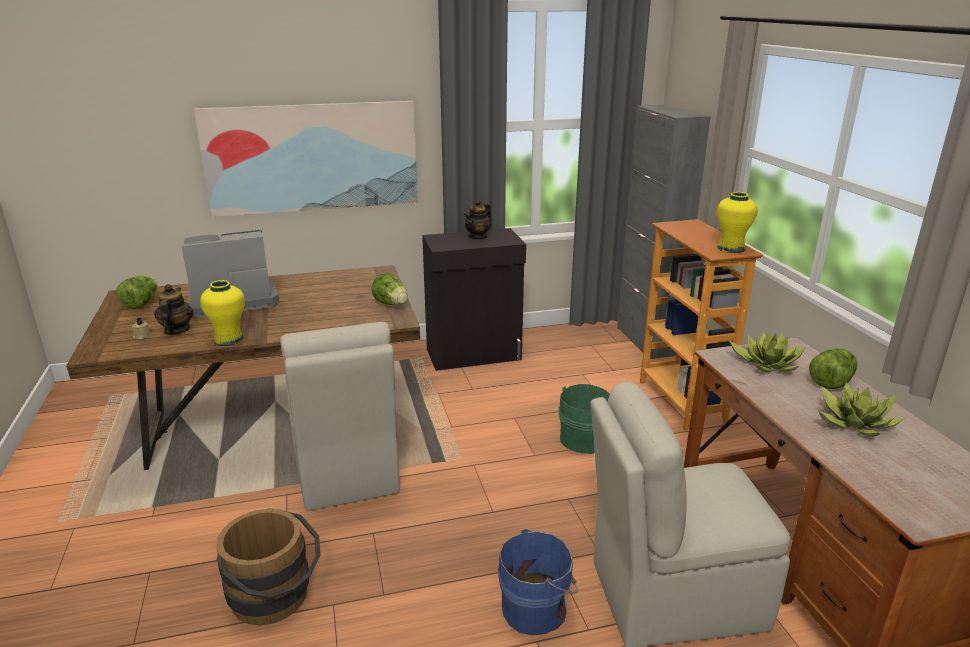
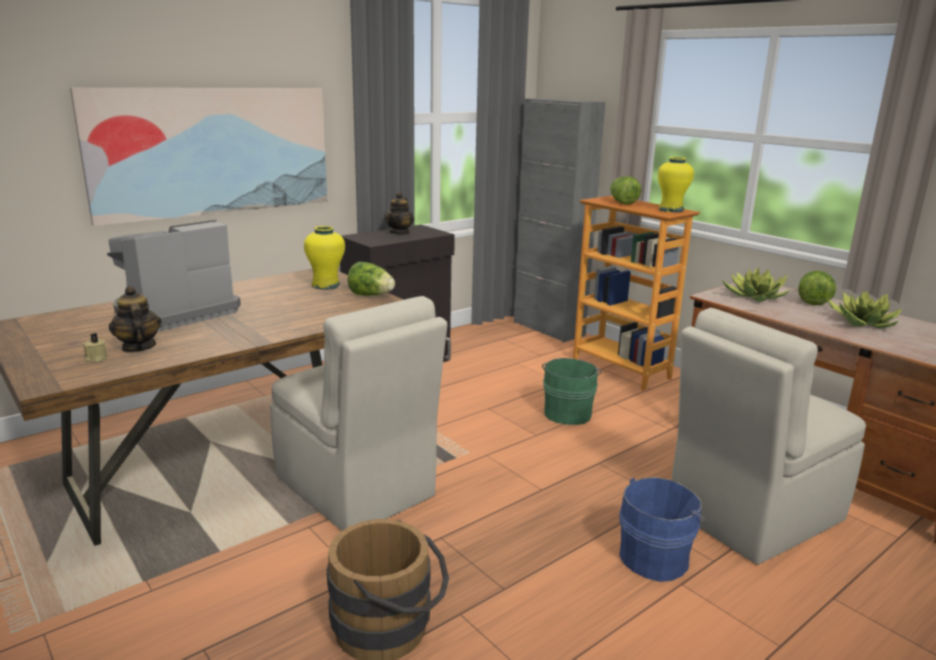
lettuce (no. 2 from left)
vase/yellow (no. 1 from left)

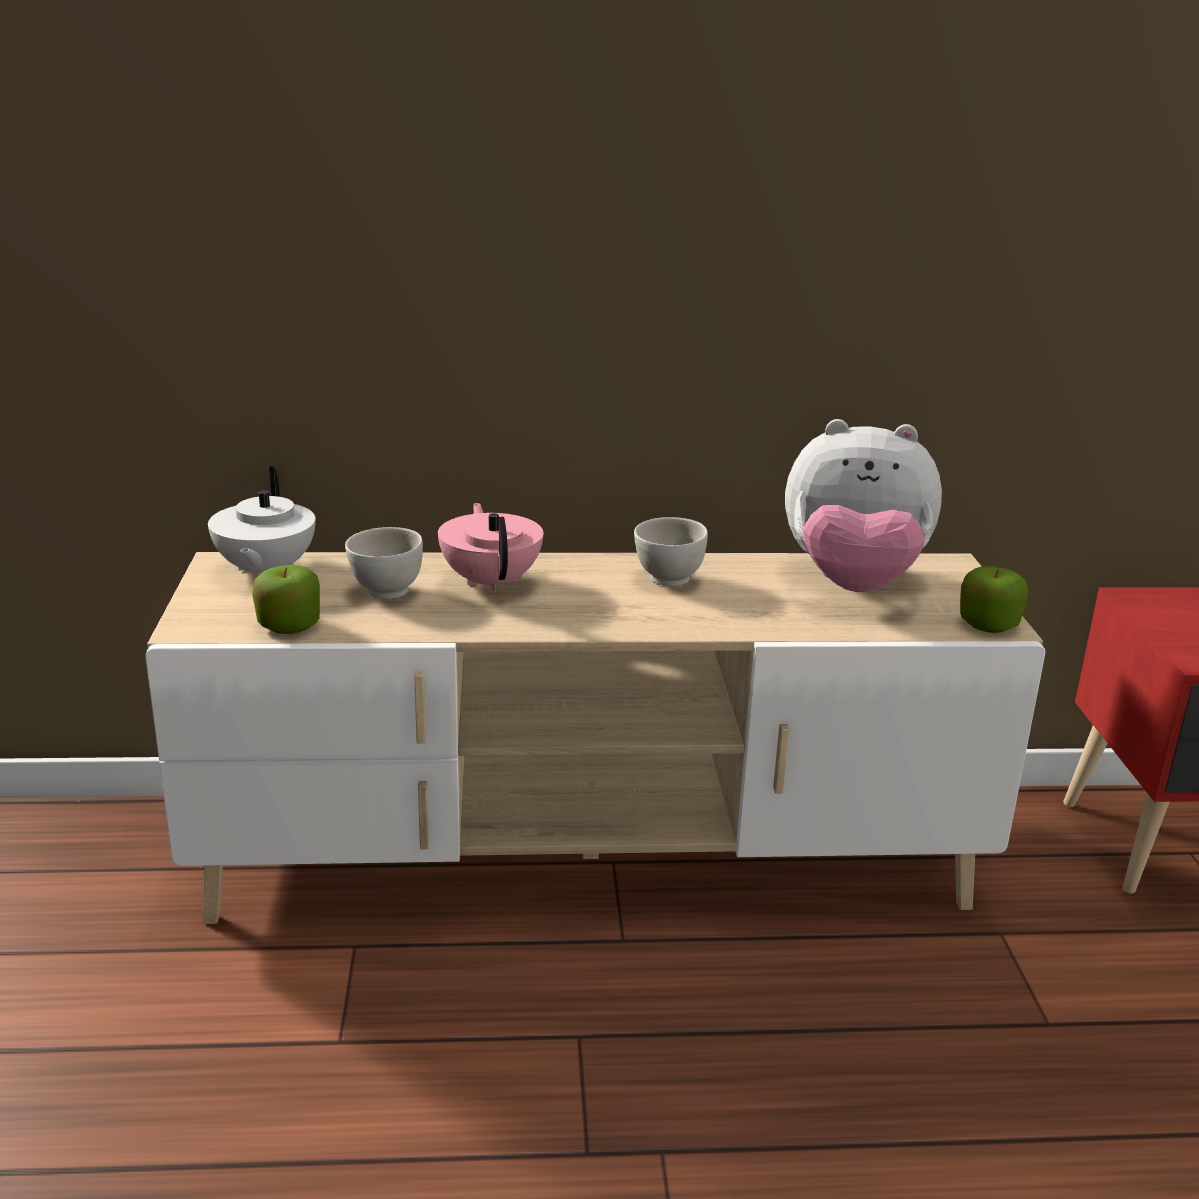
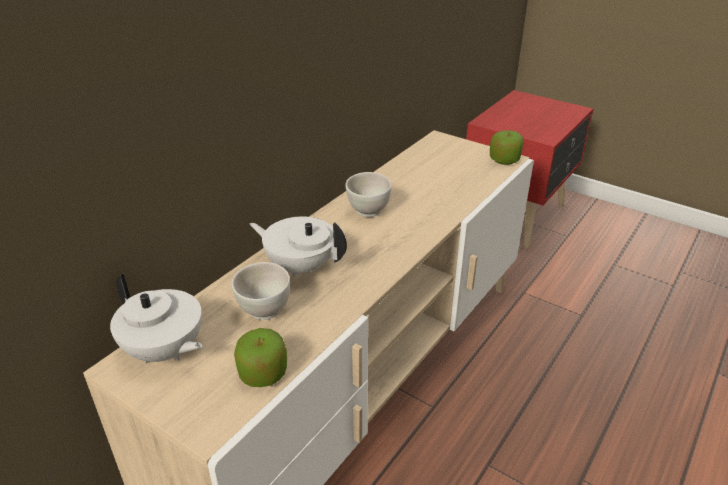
plush toy
teapot/white (no. 2 from left)

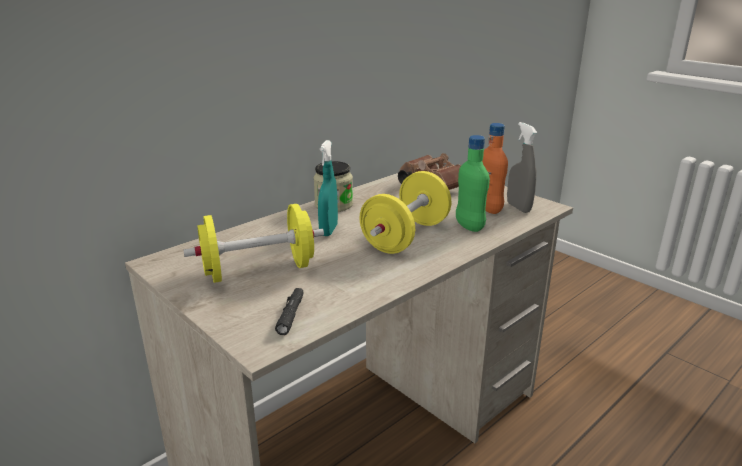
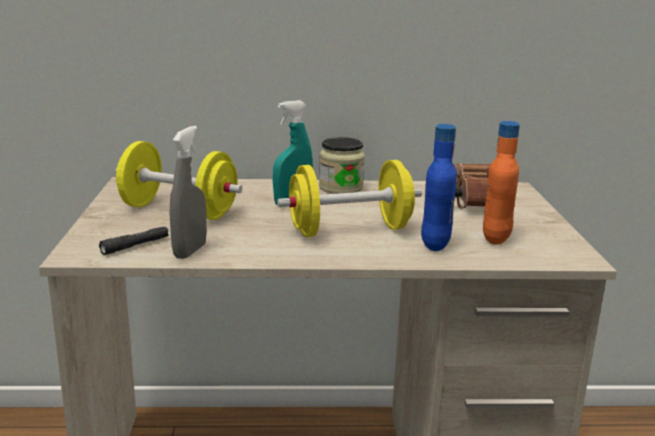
spray bottle/grey
bottle/blue

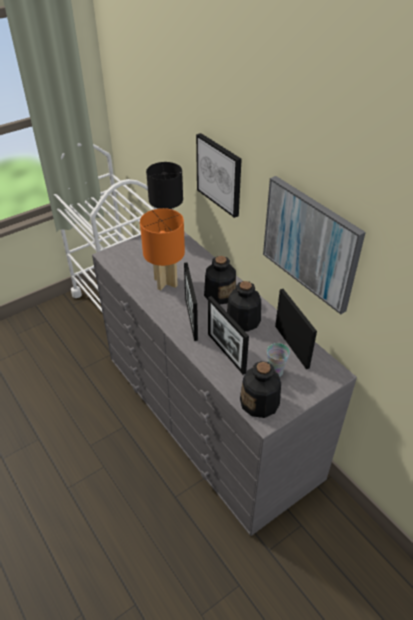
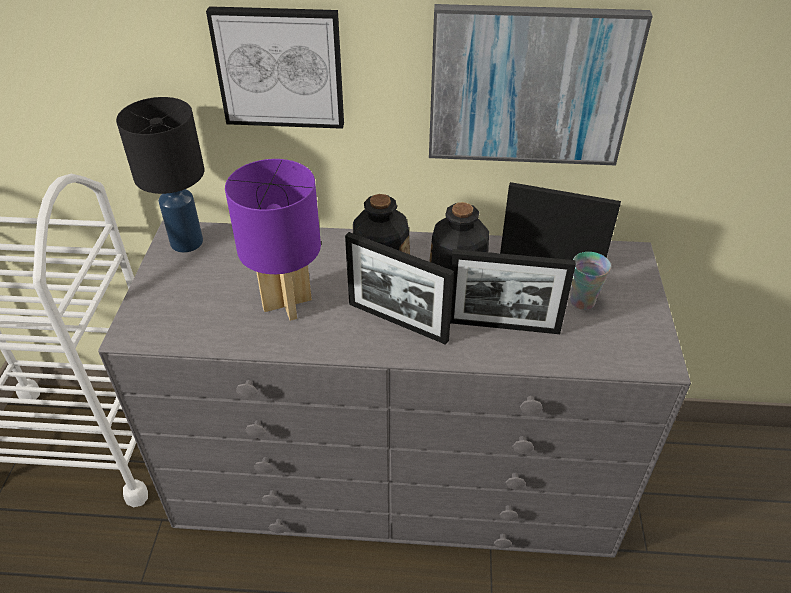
table lamp/purple
bottle (no. 3 from left in the first image)

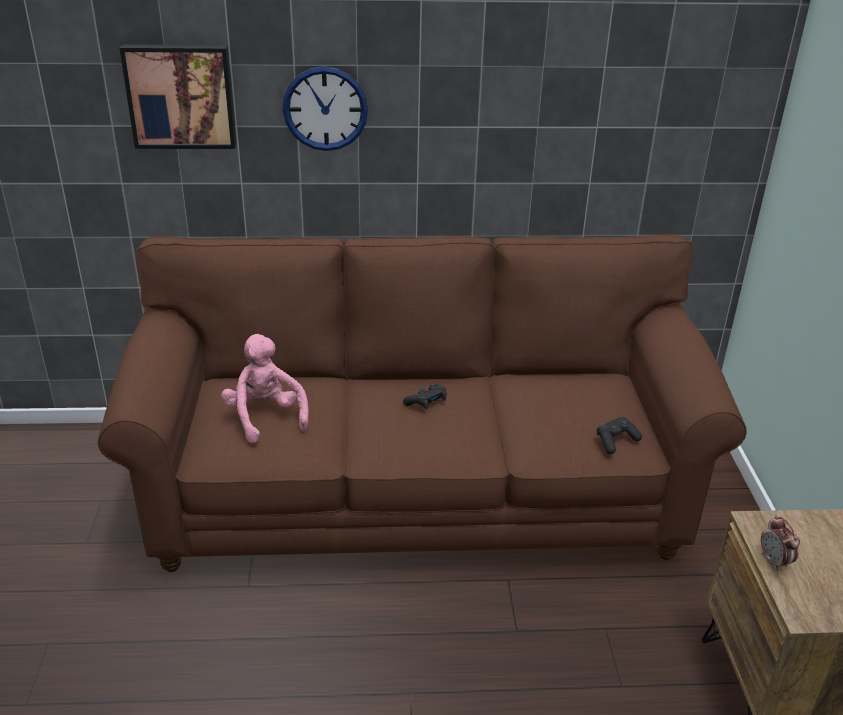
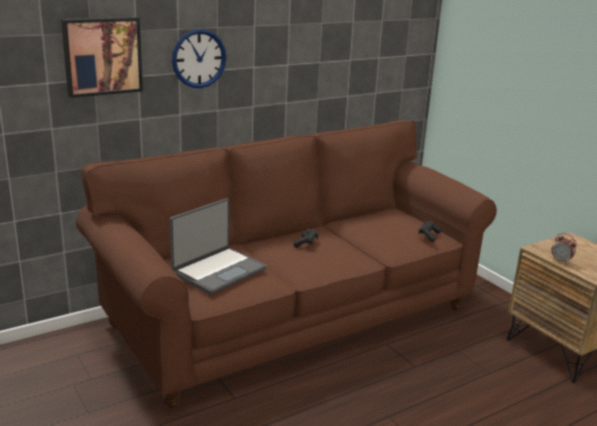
laptop

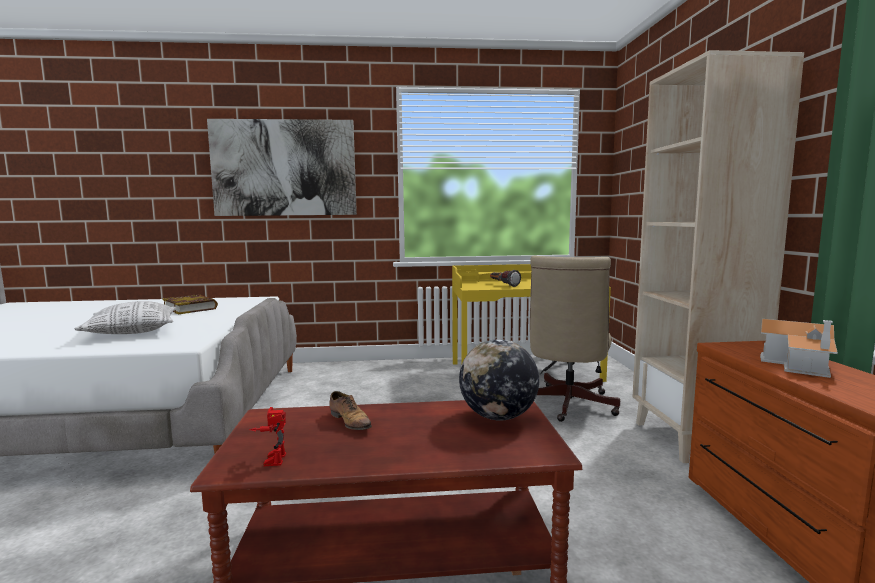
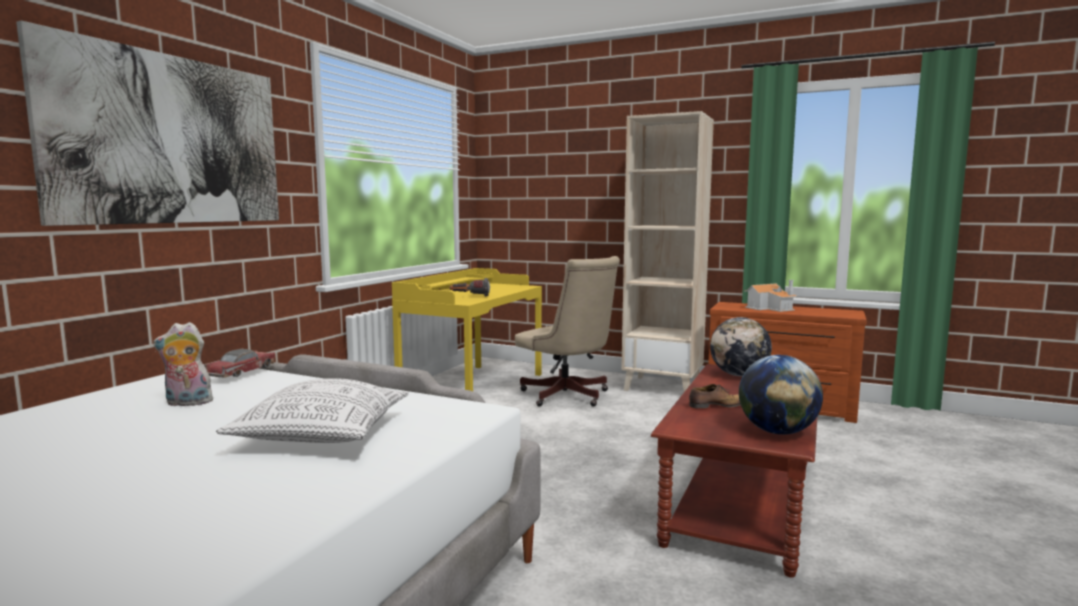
plush toy
globe (no. 2 from left)
toy car

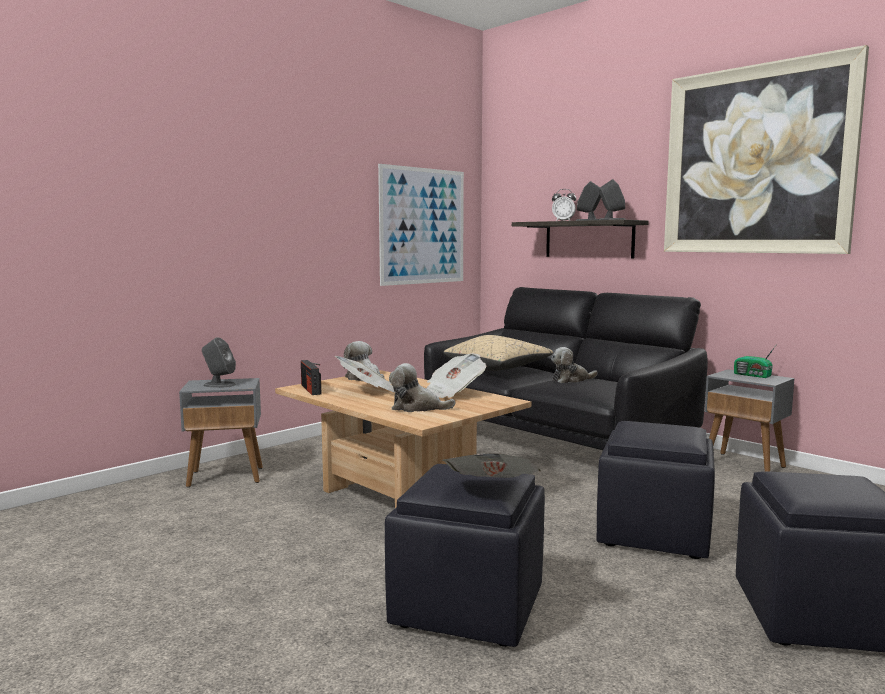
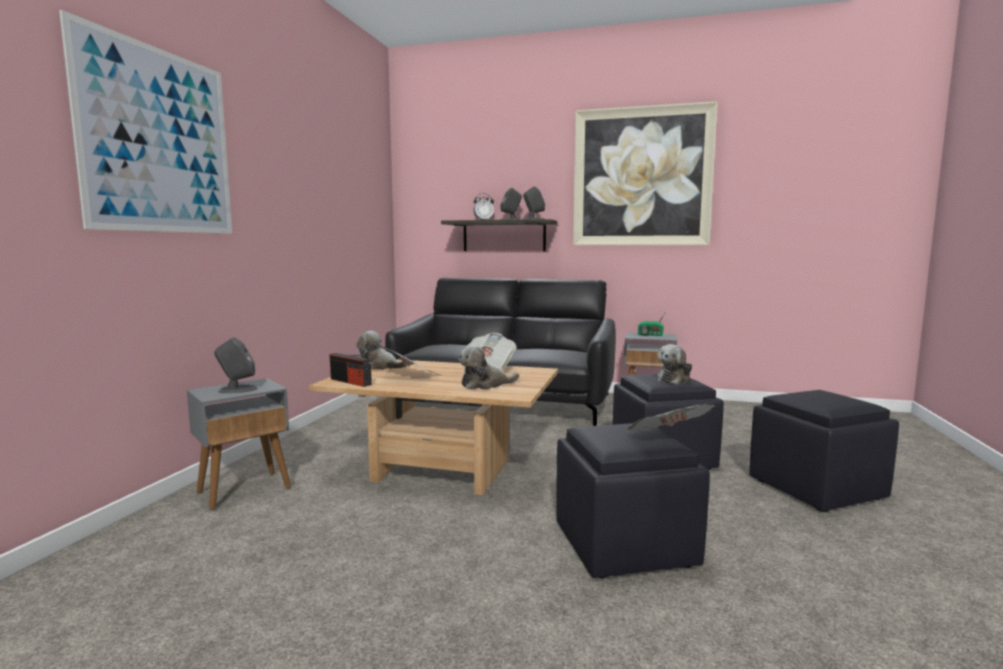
picture (no. 1 from left)
pillow/beige
plush toy (no. 3 from left)

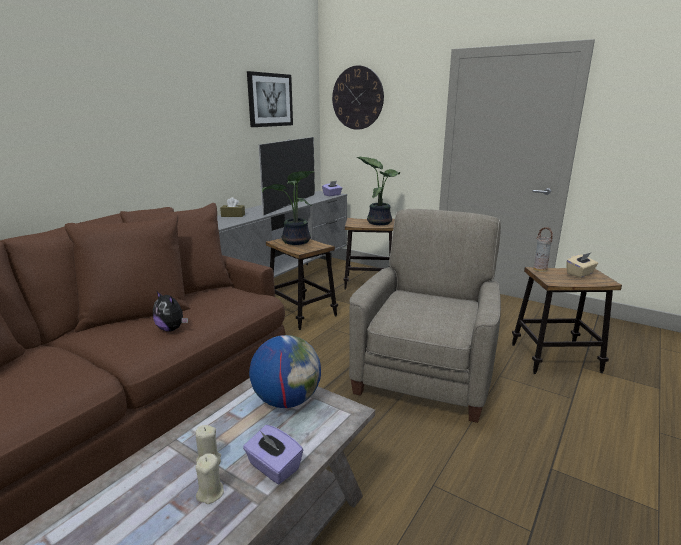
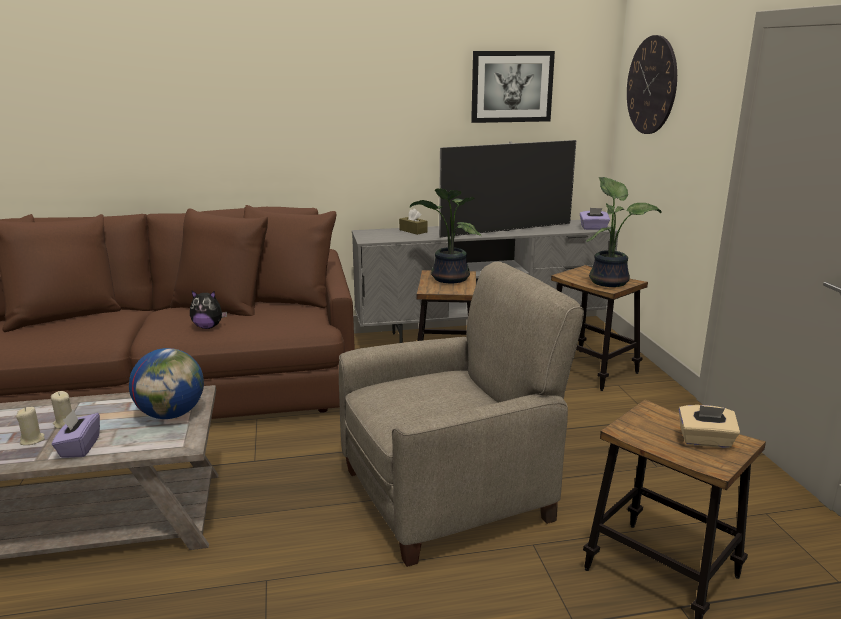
vase
plush toy

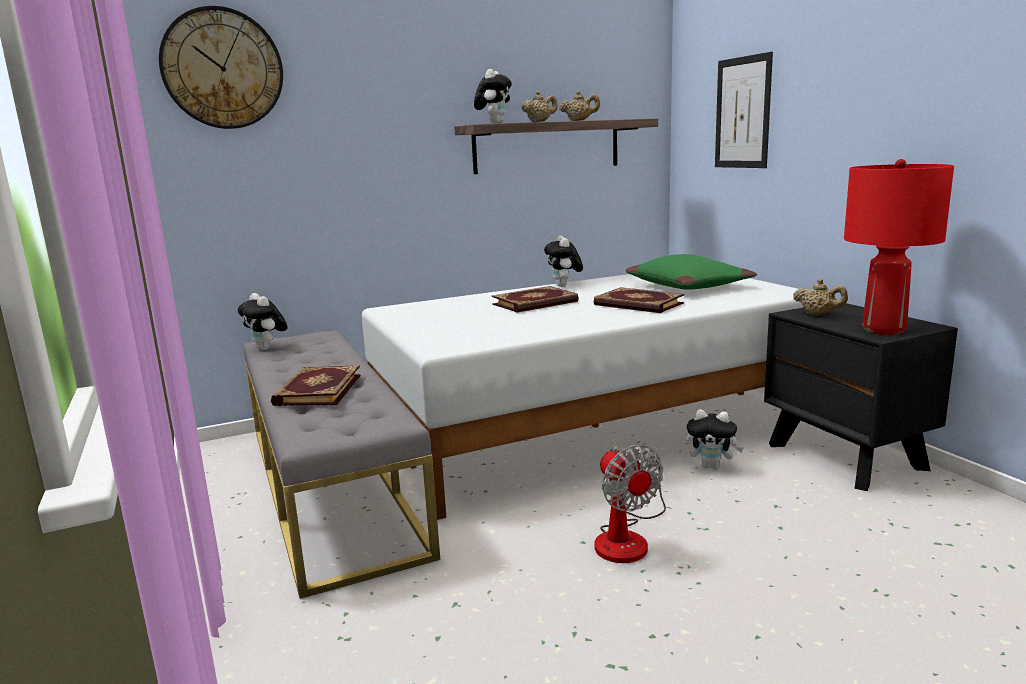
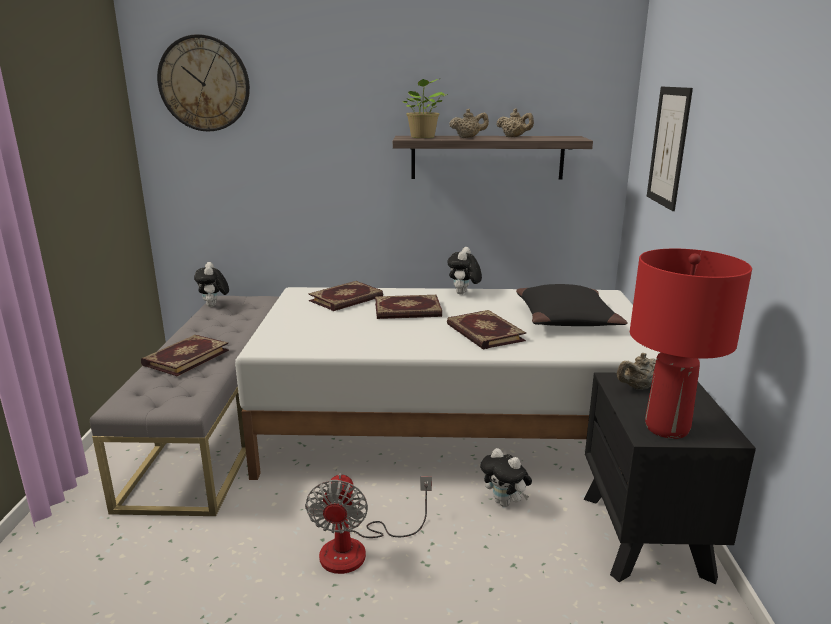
potted plant
pillow/black
teapot/beige (no. 3 from left)
book (no. 2 from left)

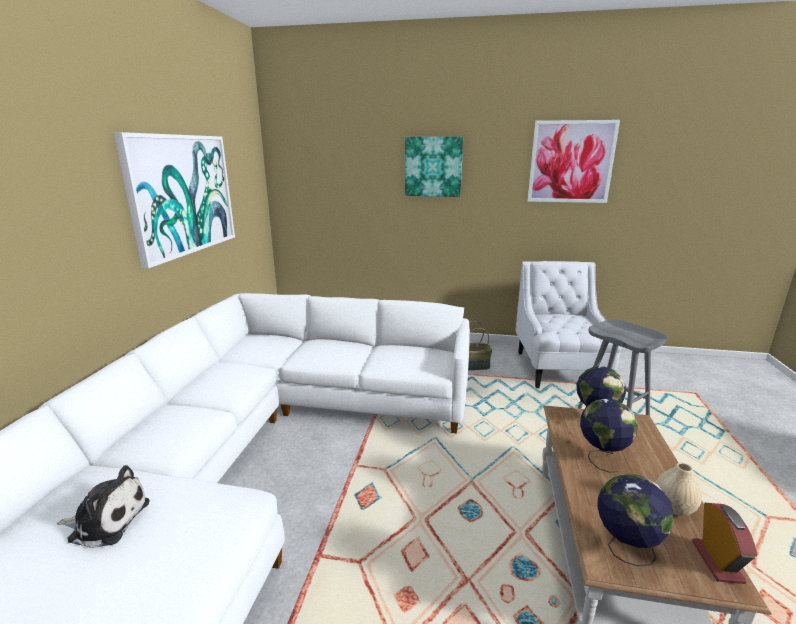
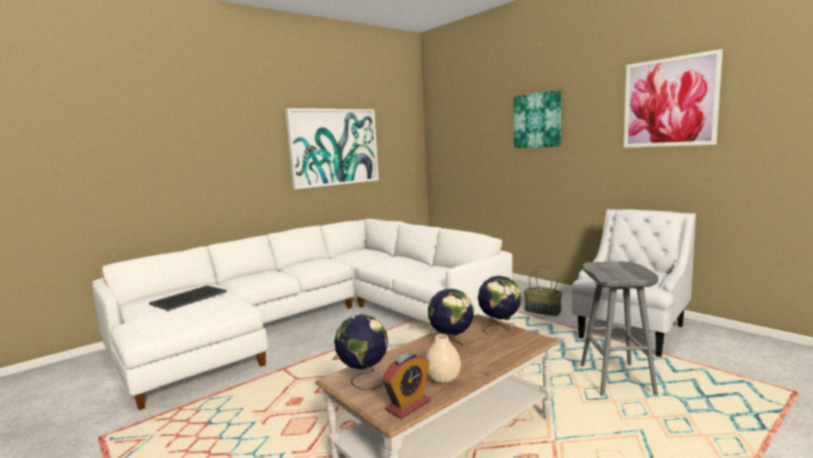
tray

